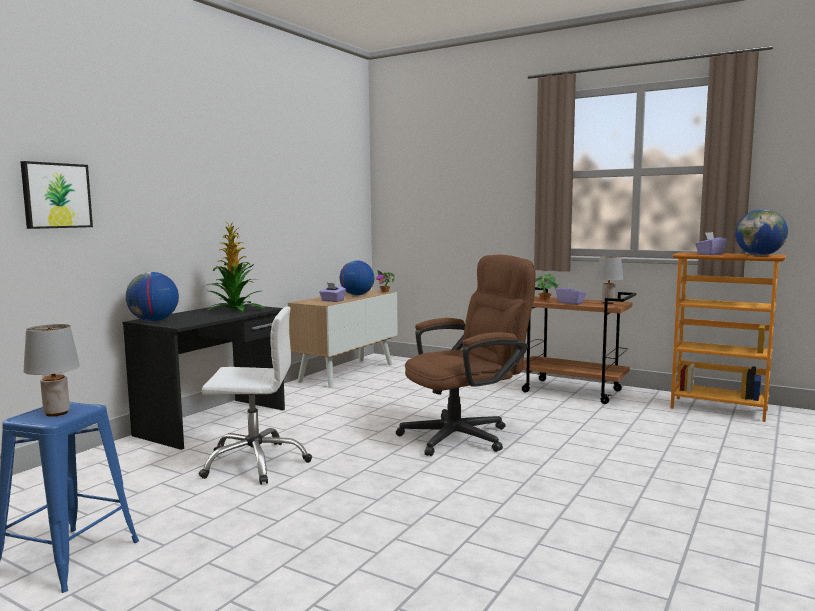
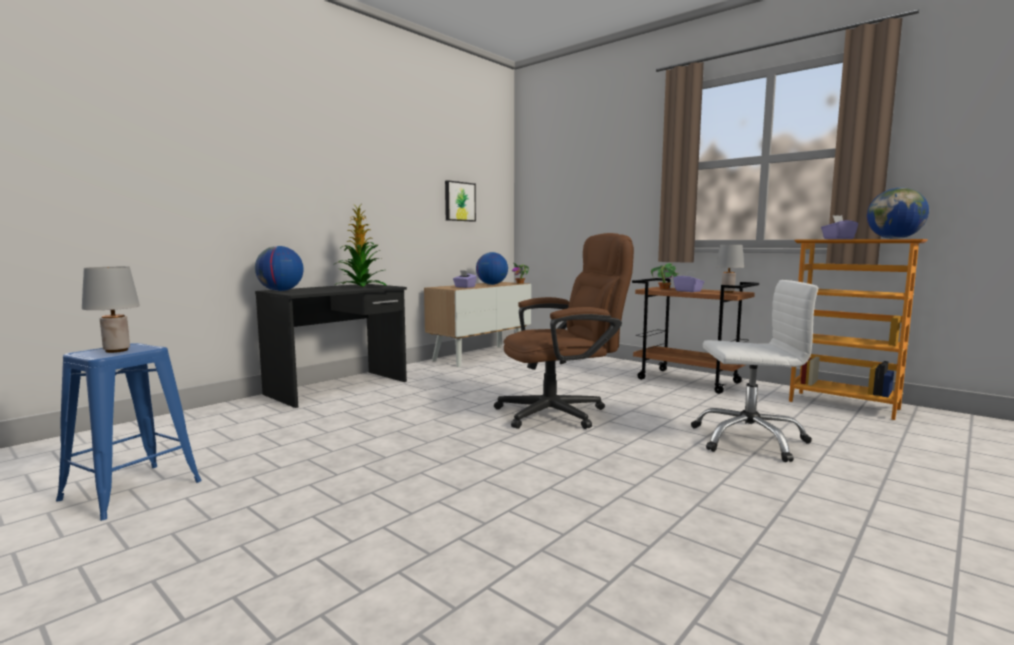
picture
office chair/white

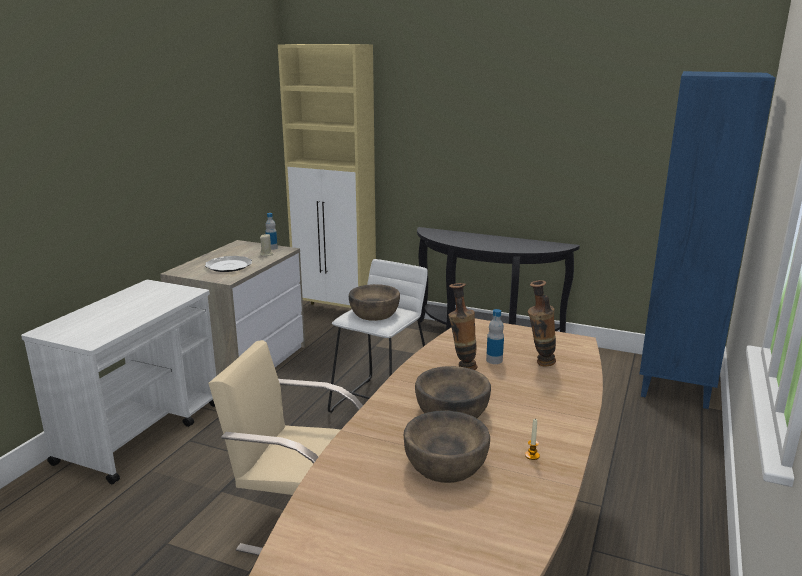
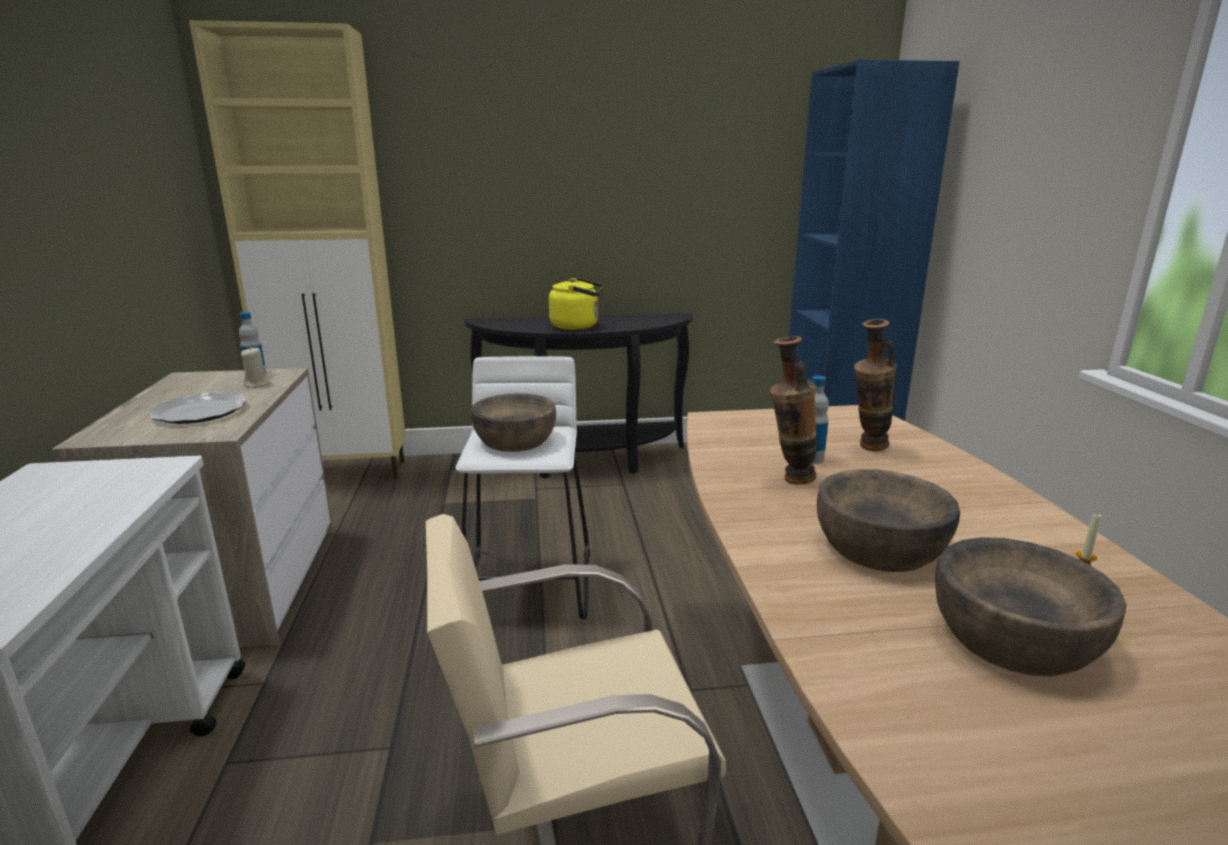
kettle/yellow

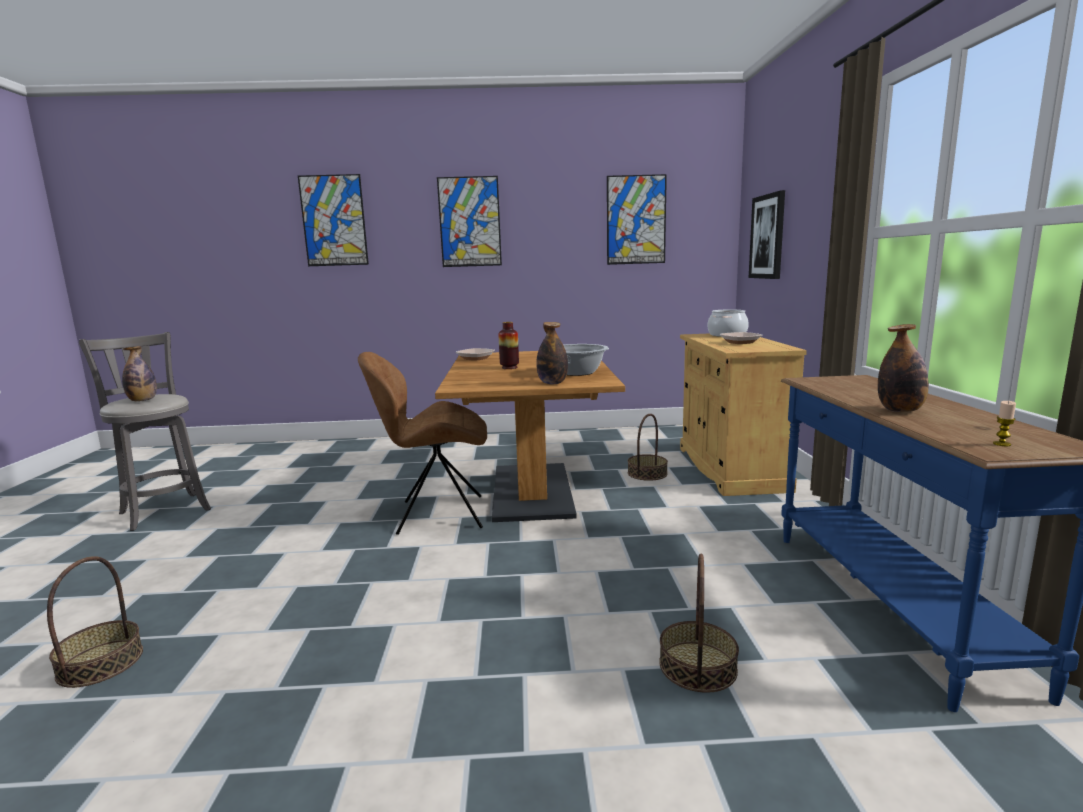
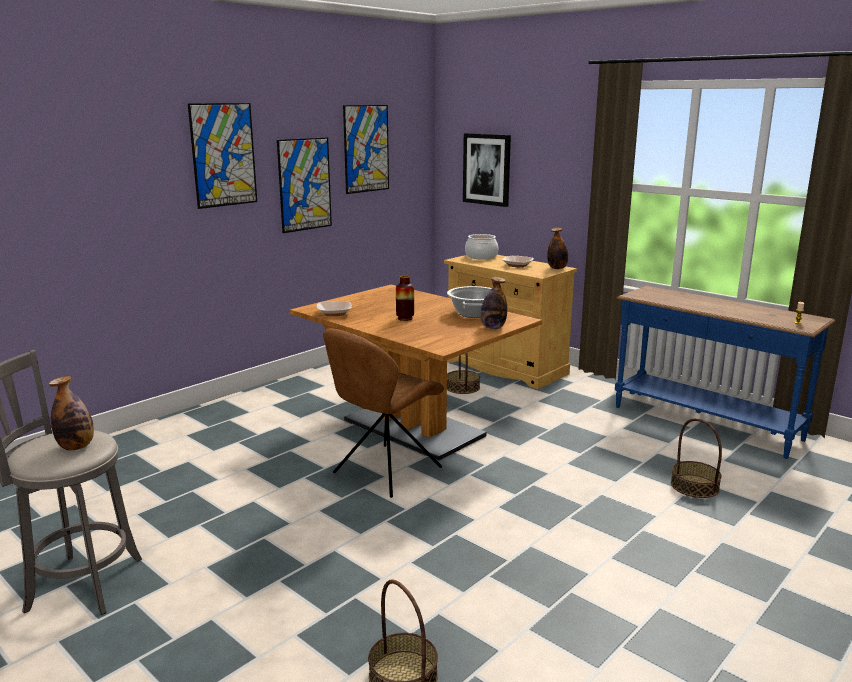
picture (no. 2 from left)
bottle (no. 3 from left)

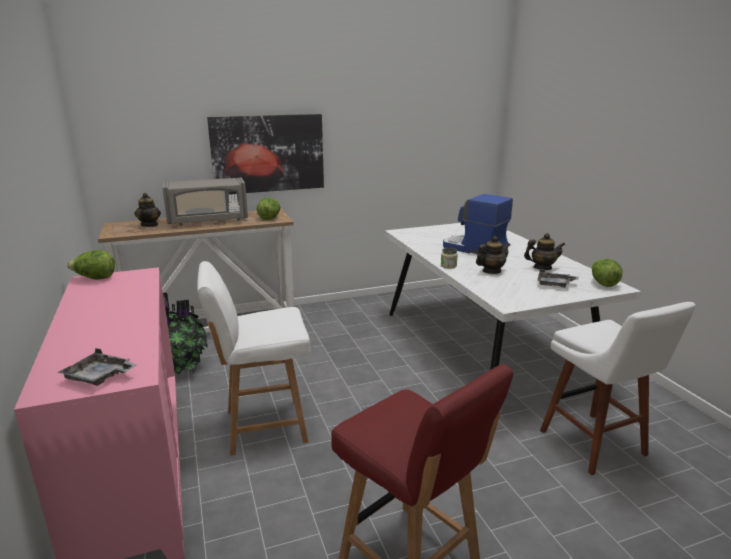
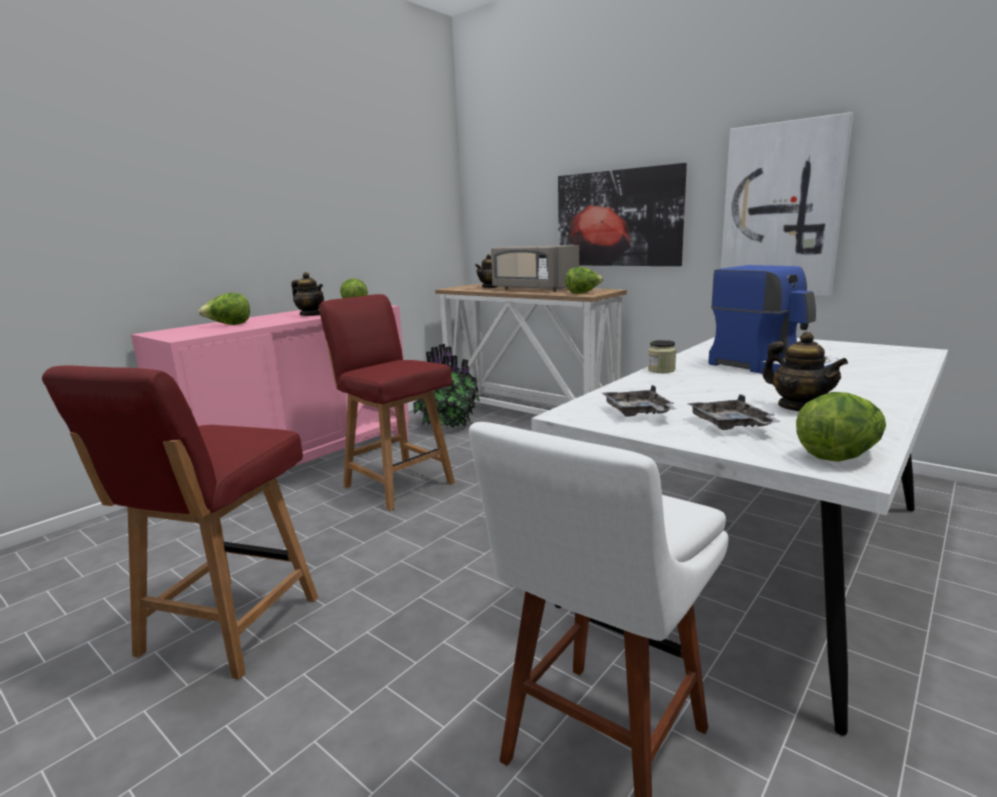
coffee machine
teapot (no. 1 from left)
chair/red (no. 2 from left)
tray/grey (no. 1 from left)
picture (no. 2 from left)
lettuce (no. 1 from left)

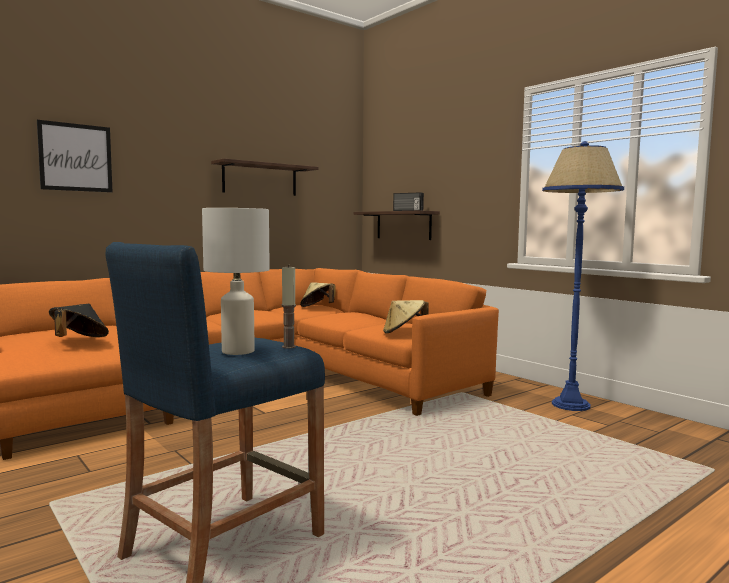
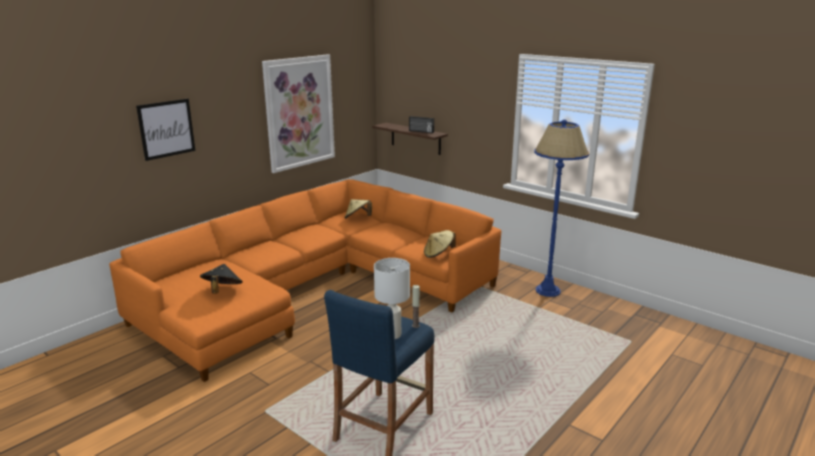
picture (no. 2 from left)

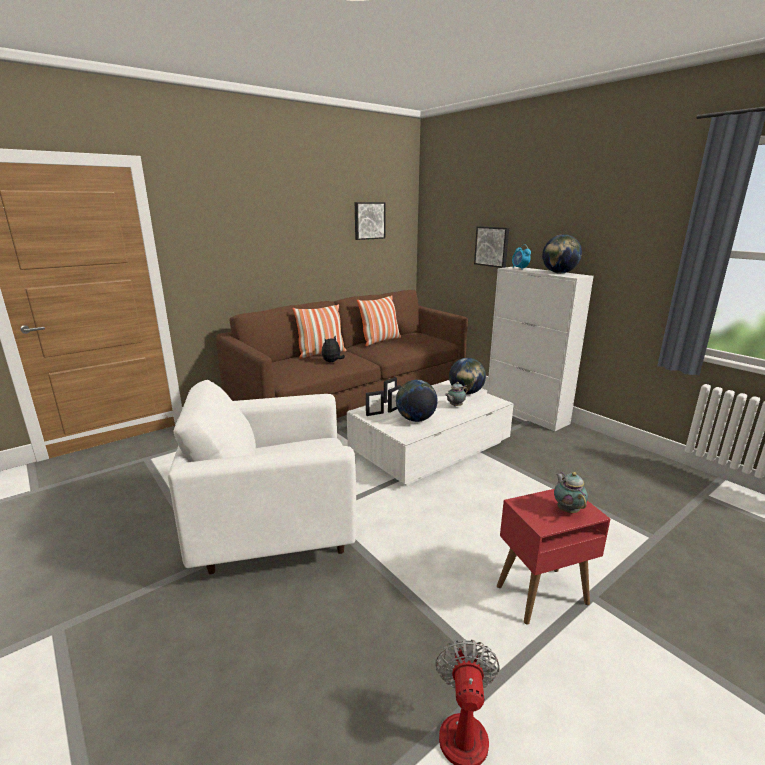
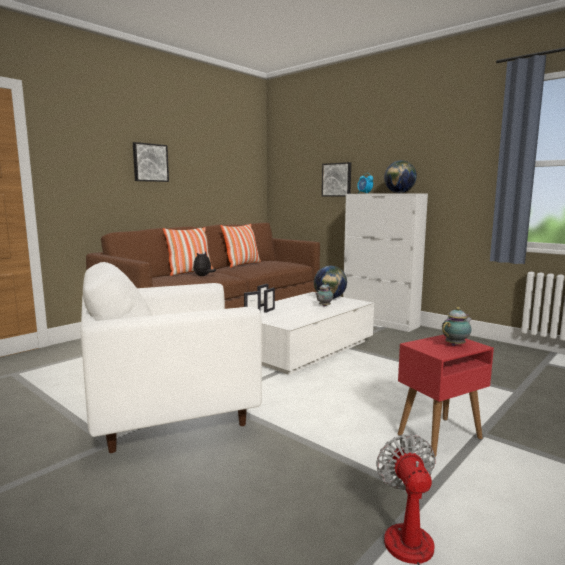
picture (no. 1 from left)
globe (no. 1 from left in the first image)
teapot (no. 2 from left)

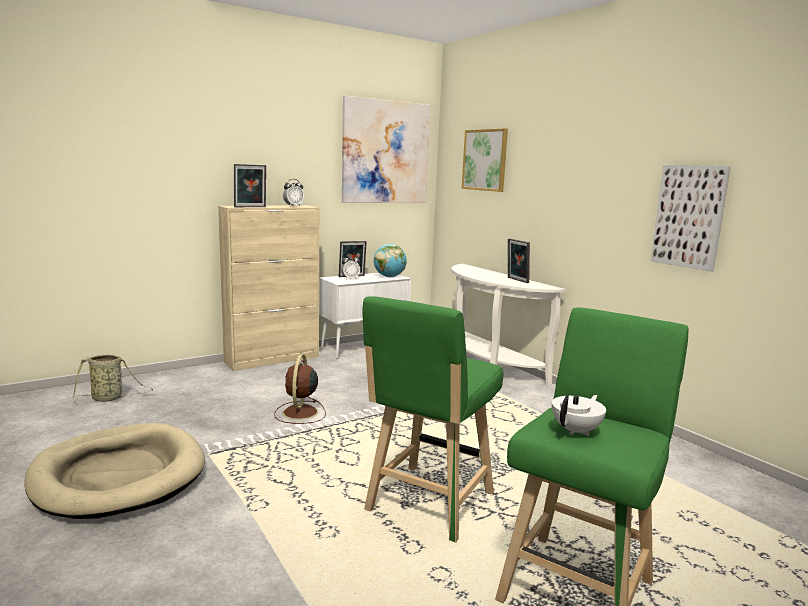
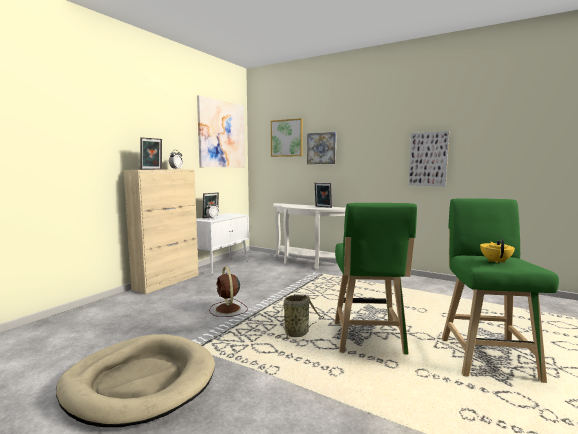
globe
basket
teapot/yellow
picture (no. 3 from left)

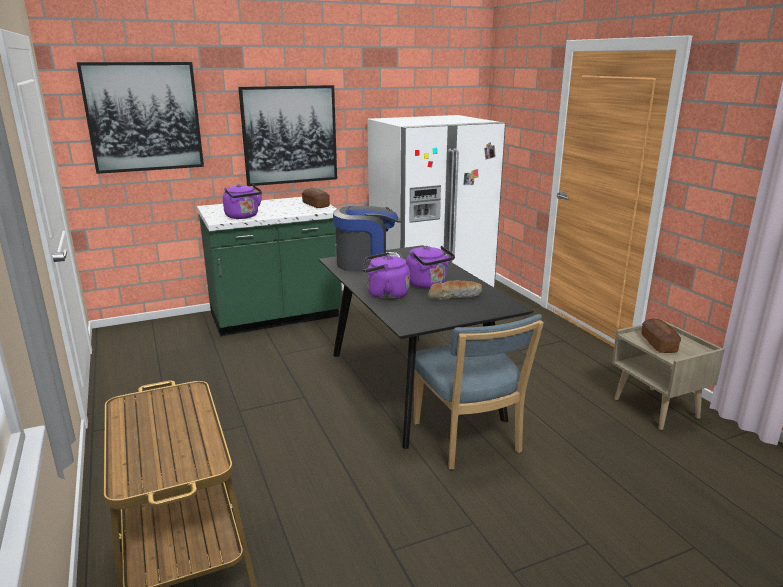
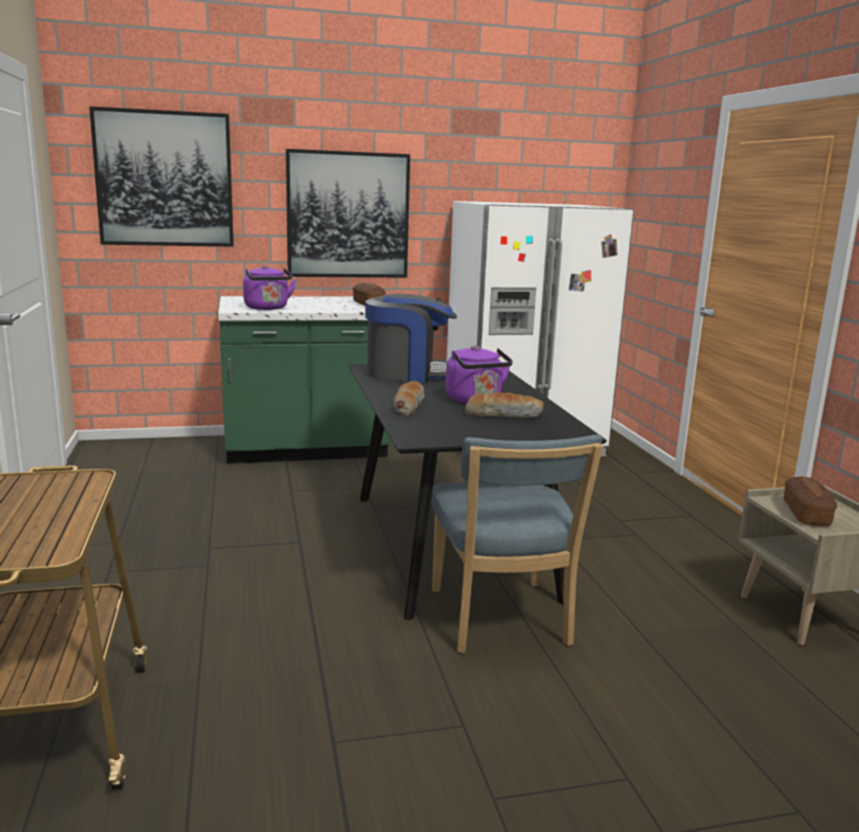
bread (no. 2 from left)

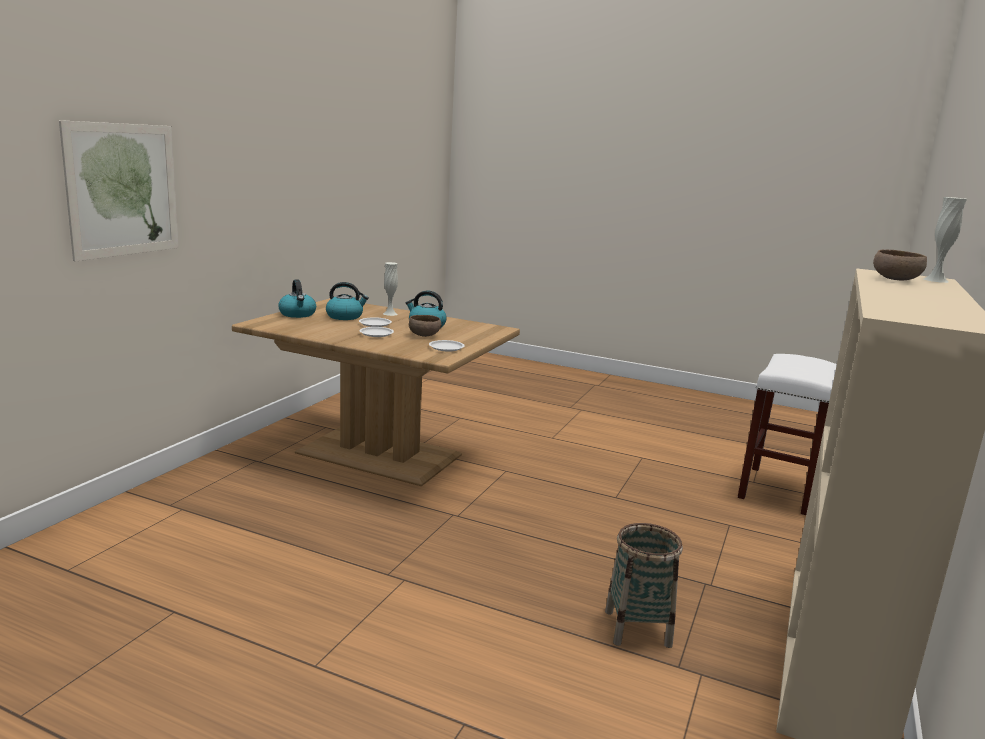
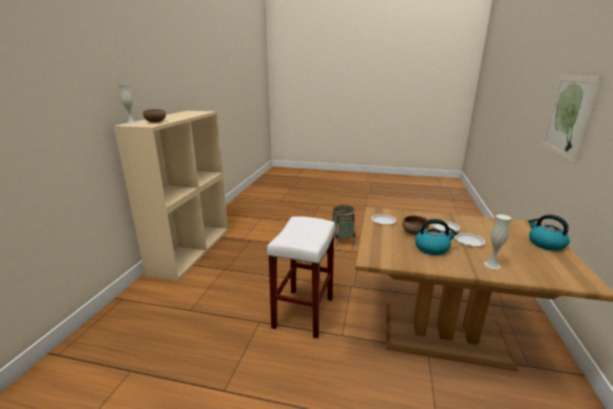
kettle (no. 2 from left in the first image)
stool/white
basket

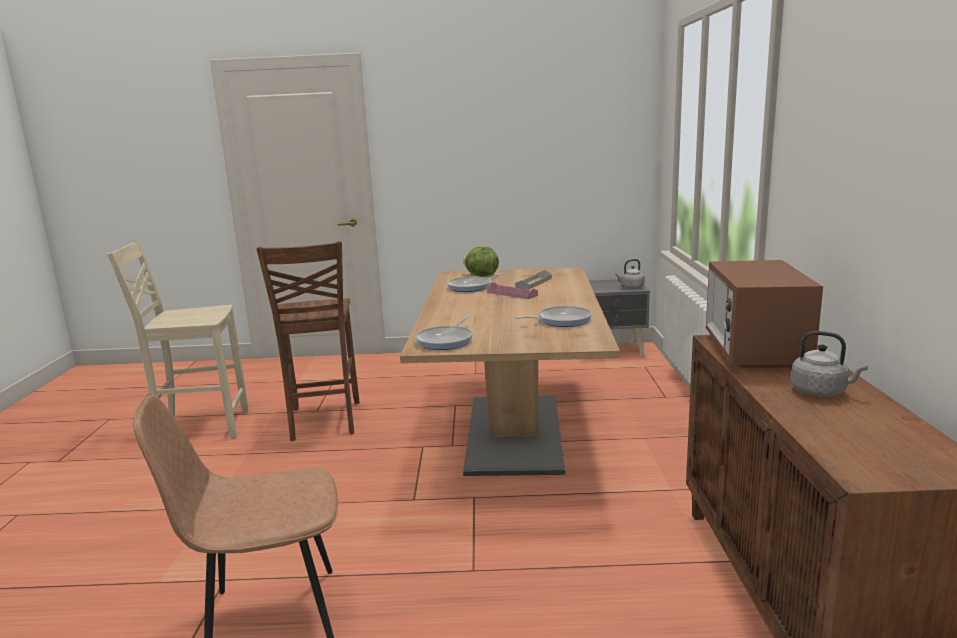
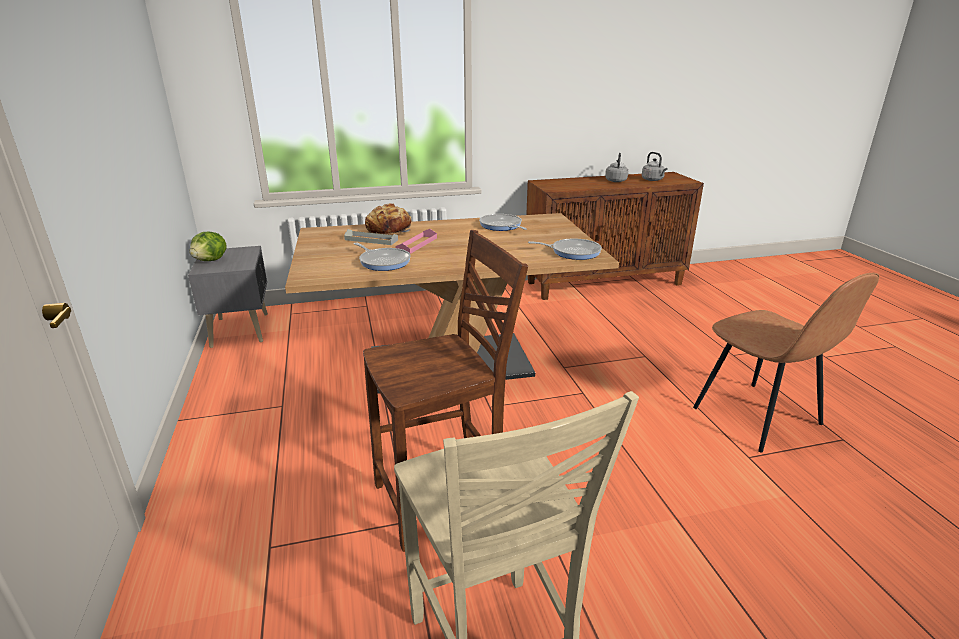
lettuce
kettle/grey (no. 2 from left)
microwave
bread

